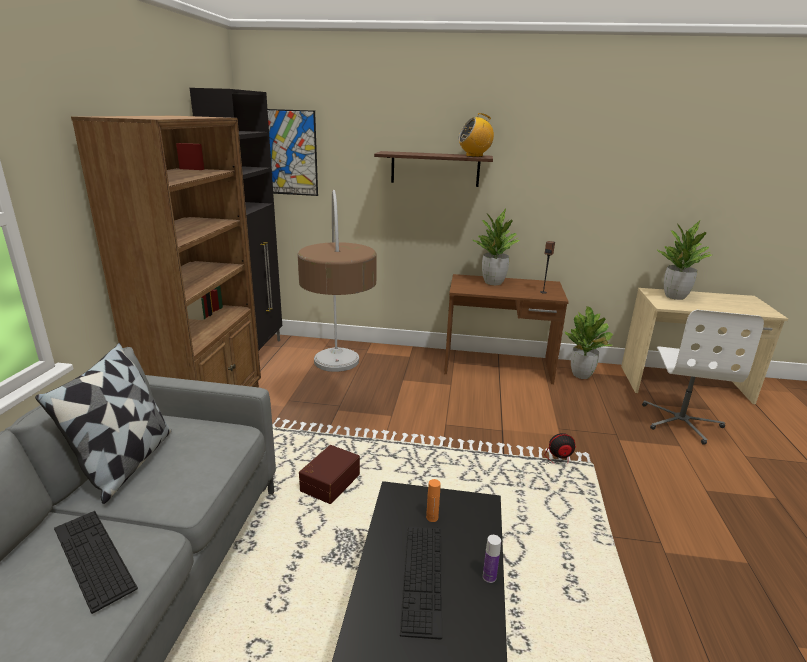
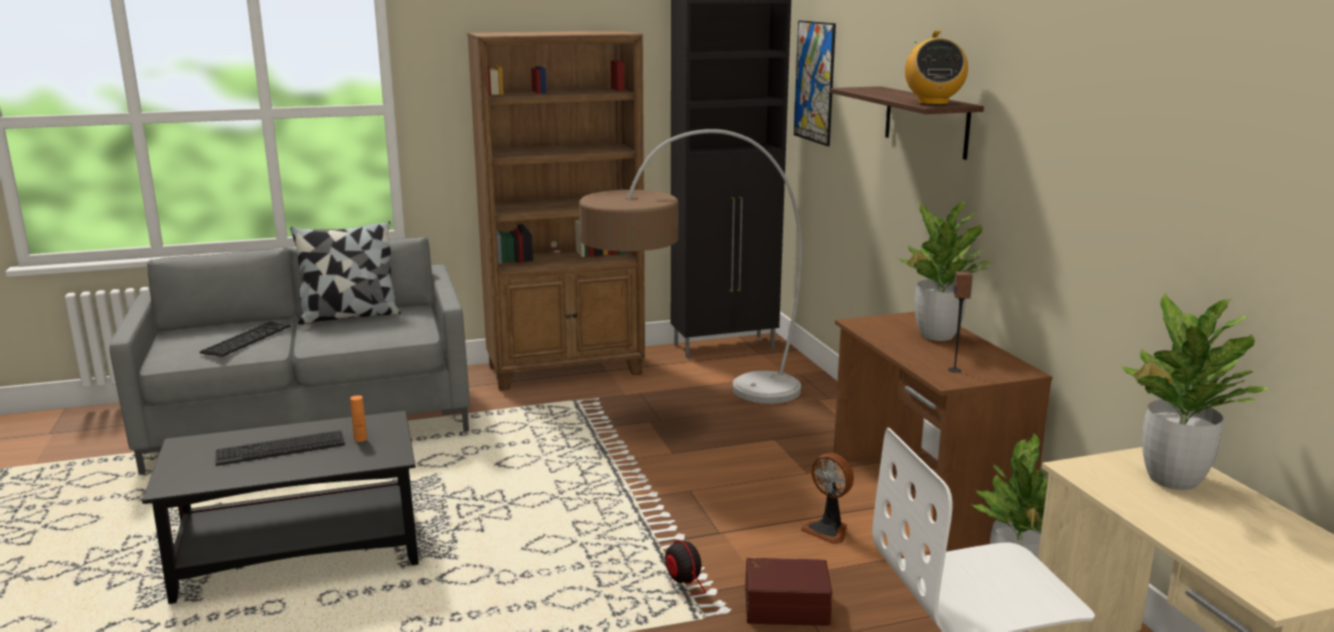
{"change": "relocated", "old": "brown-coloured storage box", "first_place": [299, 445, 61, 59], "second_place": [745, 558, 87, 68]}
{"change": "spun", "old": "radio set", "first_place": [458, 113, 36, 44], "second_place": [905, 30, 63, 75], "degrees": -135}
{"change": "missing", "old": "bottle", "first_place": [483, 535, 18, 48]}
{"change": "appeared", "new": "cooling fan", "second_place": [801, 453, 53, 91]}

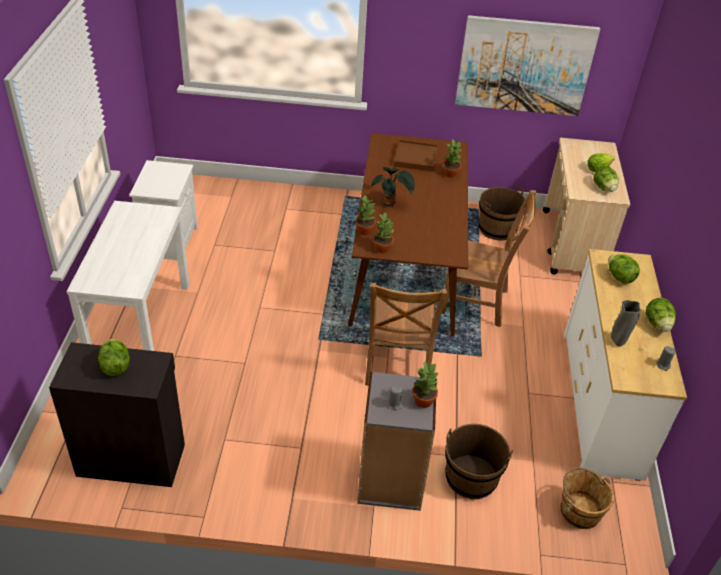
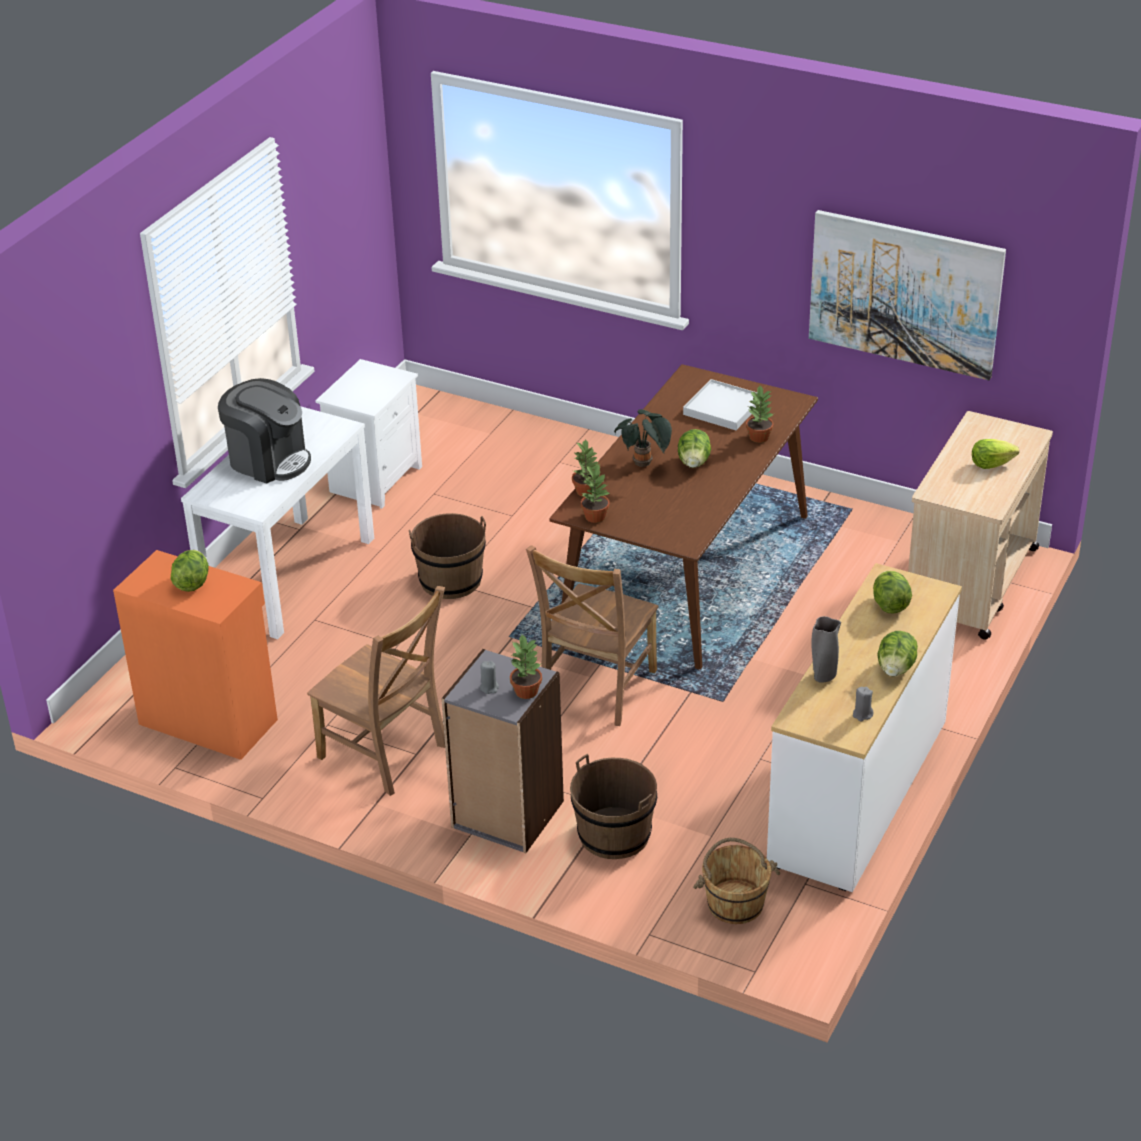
{"change": "colour", "old": "black-coloured cupboard", "new": "orange-coloured cupboard", "first_place": [49, 342, 136, 145], "second_place": [113, 550, 165, 210]}
{"change": "colour", "old": "brown-coloured tray", "new": "whitish tray", "first_place": [394, 140, 44, 32], "second_place": [683, 379, 74, 51]}
{"change": "relocated", "old": "brown-coloured plain chair", "first_place": [441, 190, 95, 137], "second_place": [307, 586, 138, 210]}
{"change": "relocated", "old": "brown-coloured water bucket", "first_place": [479, 186, 46, 55], "second_place": [409, 513, 77, 86]}
{"change": "relocated", "old": "lettuce head", "first_place": [594, 166, 25, 26], "second_place": [678, 429, 33, 39]}
{"change": "appeared", "new": "coffee machine", "second_place": [218, 378, 93, 106]}

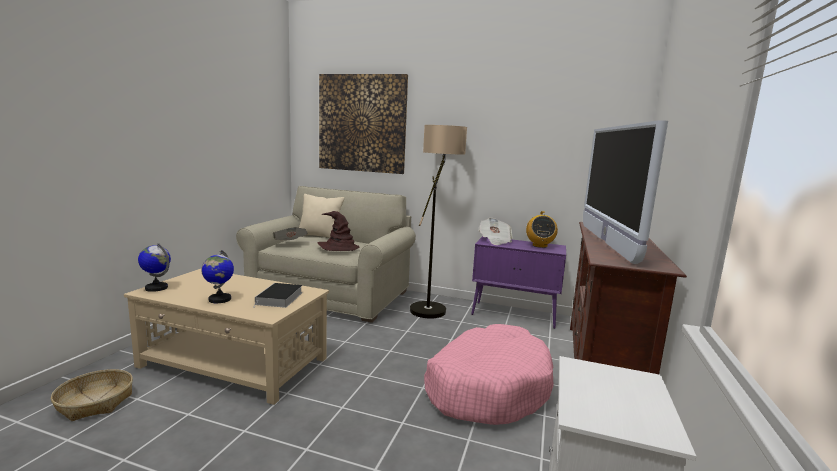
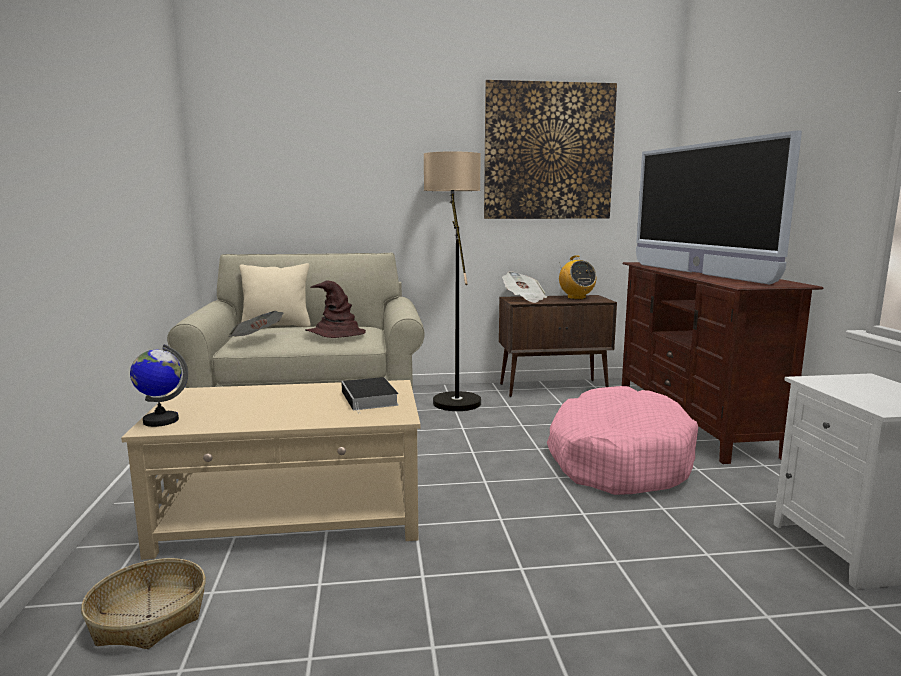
{"change": "missing", "old": "world globe", "first_place": [201, 250, 33, 53]}
{"change": "relocated", "old": "wall art", "first_place": [319, 74, 89, 100], "second_place": [484, 80, 133, 139]}
{"change": "colour", "old": "purple-coloured cupboard", "new": "brown-coloured cupboard", "first_place": [471, 236, 95, 93], "second_place": [499, 295, 118, 102]}

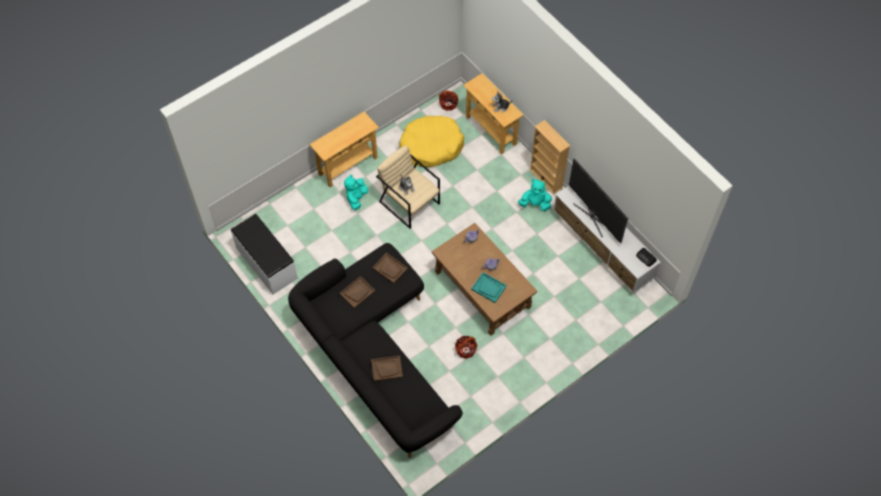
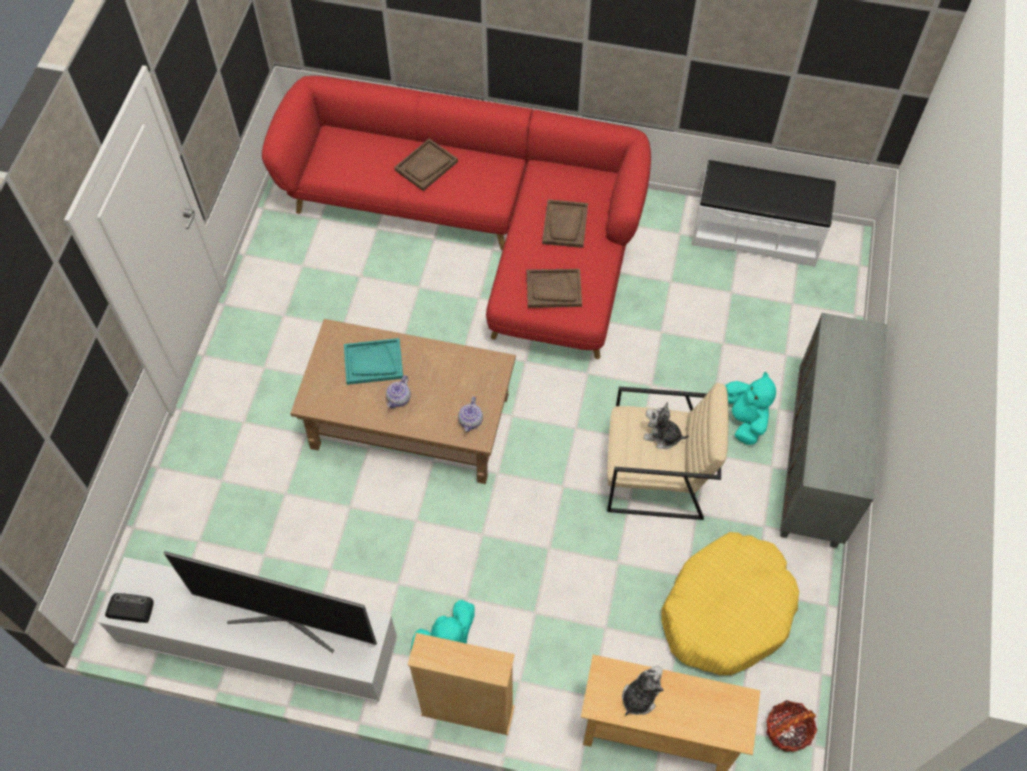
{"change": "colour", "old": "black-coloured settee", "new": "reddish settee", "first_place": [288, 243, 175, 215], "second_place": [262, 76, 389, 283]}
{"change": "exchanged", "old": "beige hall table", "new": "greyish cupboard", "first_place": [309, 112, 70, 75], "second_place": [780, 313, 107, 235]}
{"change": "missing", "old": "basket", "first_place": [455, 336, 23, 23]}

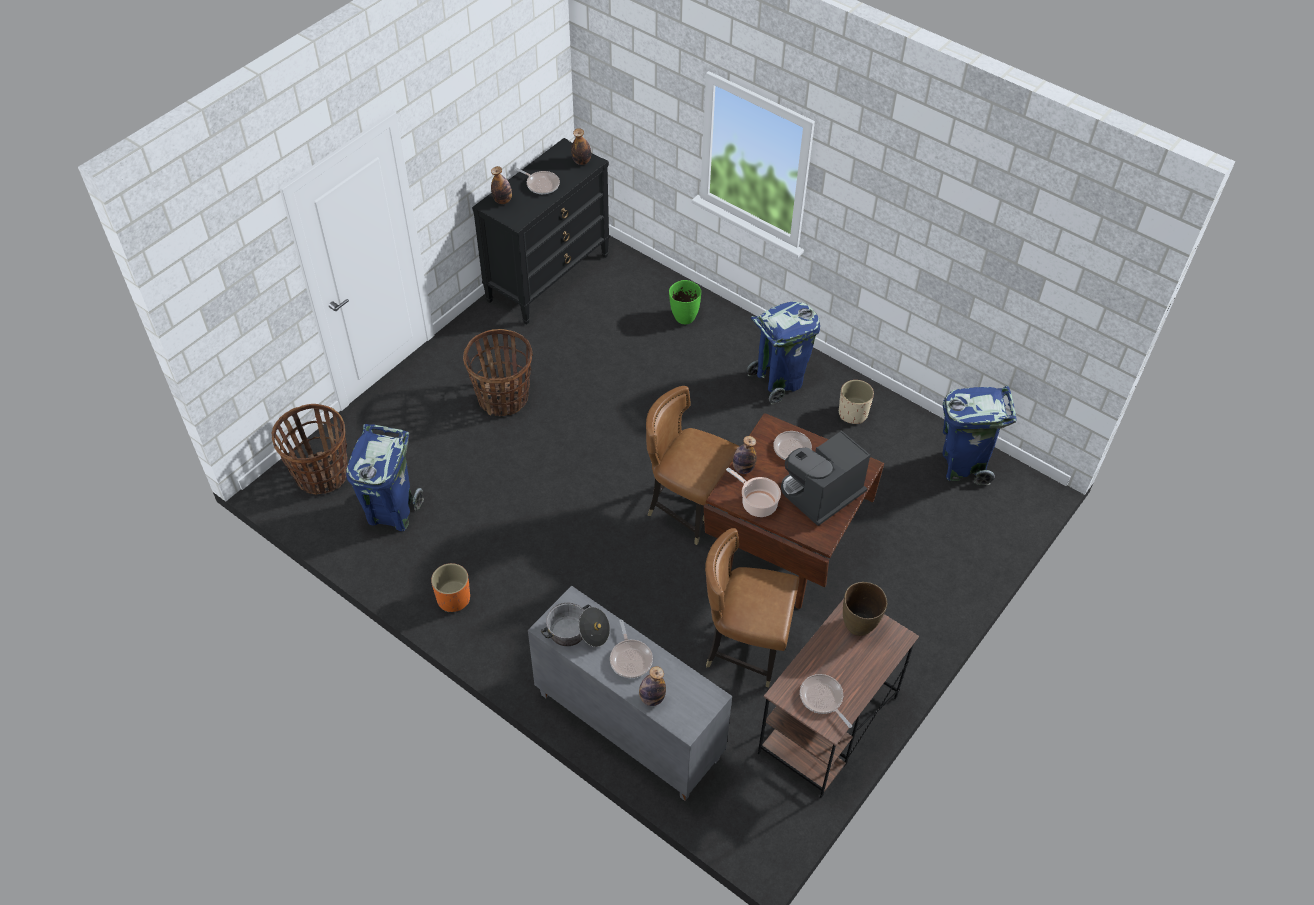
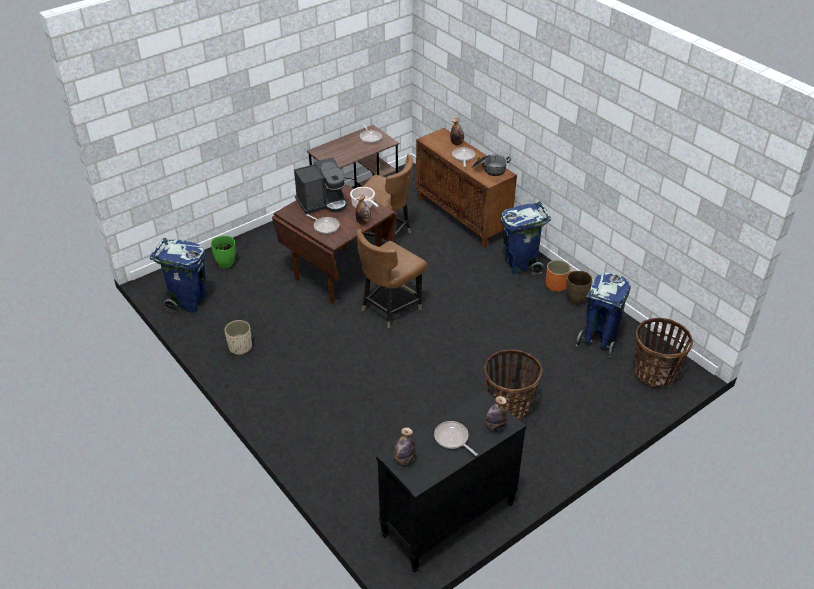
{"change": "colour", "old": "greyish cupboard", "new": "brown-coloured cupboard", "first_place": [528, 586, 204, 215], "second_place": [416, 128, 101, 120]}
{"change": "spun", "old": "brown-coloured plain chair", "first_place": [646, 386, 94, 159], "second_place": [356, 229, 71, 99], "degrees": 90}
{"change": "relocated", "old": "green vase", "first_place": [669, 280, 32, 44], "second_place": [211, 236, 25, 32]}
{"change": "relocated", "old": "blue trash can", "first_place": [746, 301, 74, 104], "second_place": [500, 201, 51, 74]}
{"change": "relocated", "old": "brown-coloured vase", "first_place": [843, 582, 44, 54], "second_place": [567, 271, 25, 34]}

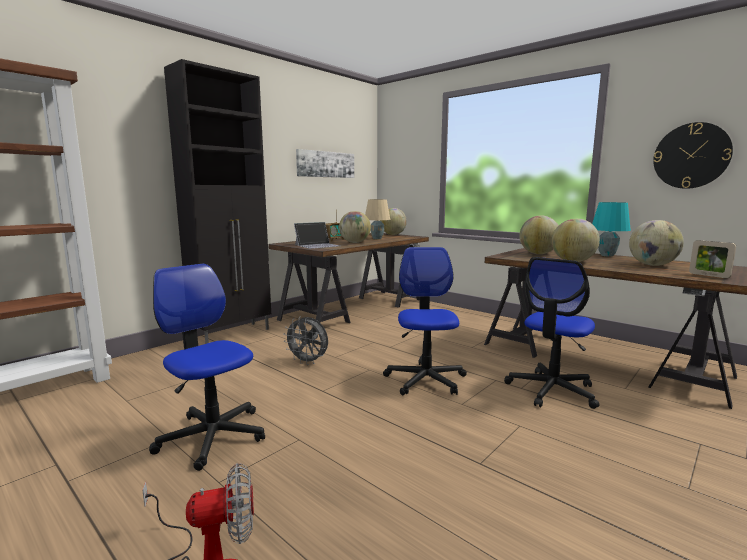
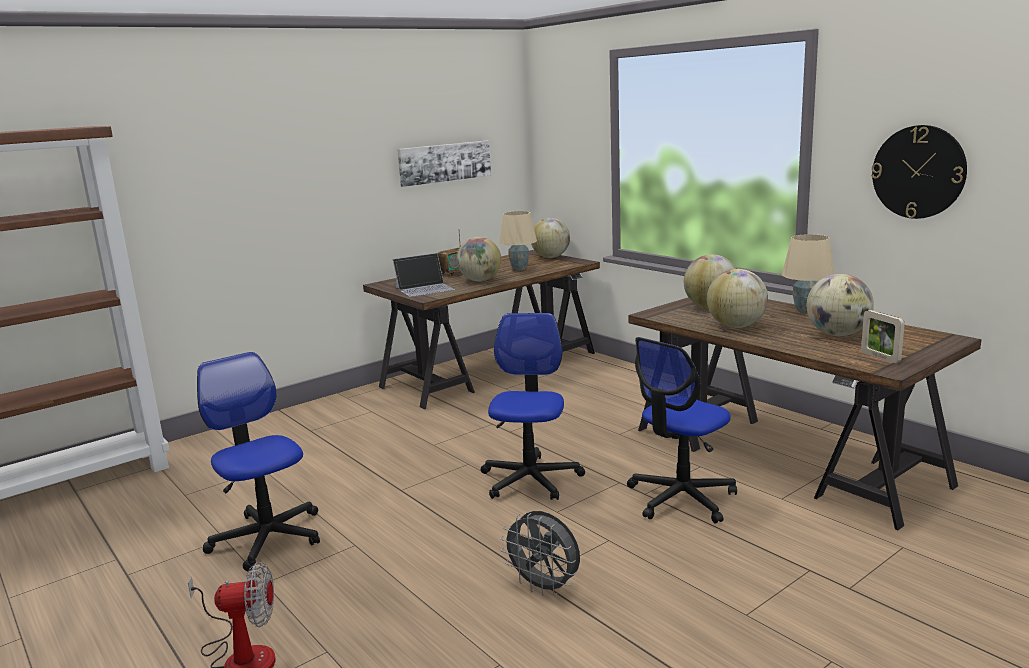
{"change": "missing", "old": "black-coloured cupboard", "first_place": [164, 59, 107, 285]}
{"change": "relocated", "old": "greyish cooling fan", "first_place": [283, 316, 45, 49], "second_place": [500, 511, 80, 85]}
{"change": "colour", "old": "turquoise table lamp", "new": "beige table lamp", "first_place": [592, 202, 39, 55], "second_place": [782, 234, 53, 79]}

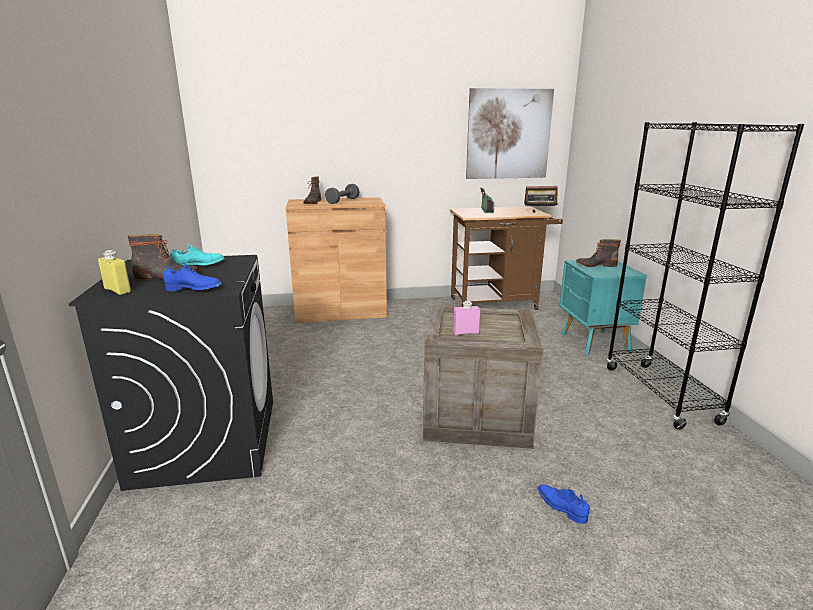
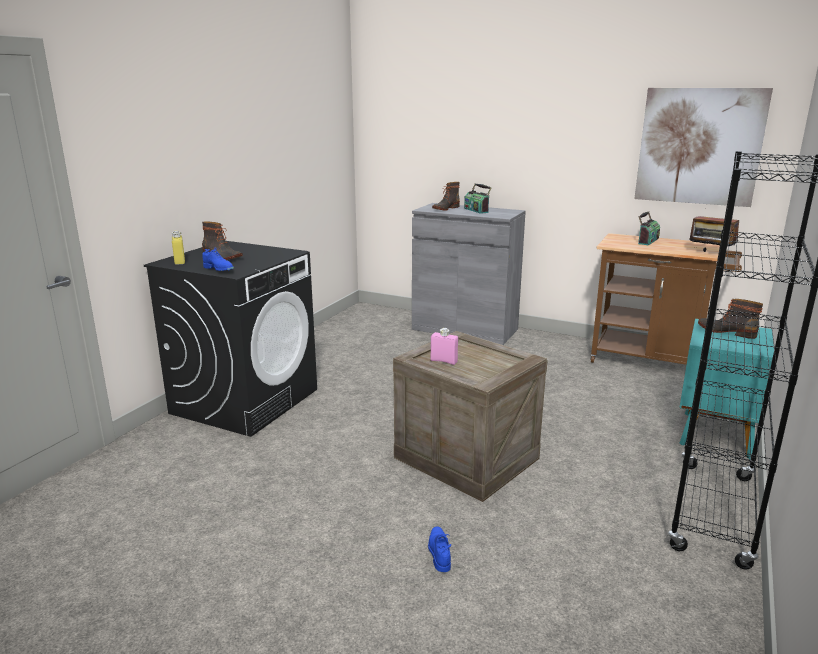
{"change": "missing", "old": "turquoise shoe", "first_place": [170, 244, 55, 21]}
{"change": "colour", "old": "brown-coloured cupboard", "new": "greyish cupboard", "first_place": [286, 197, 101, 126], "second_place": [412, 203, 114, 142]}
{"change": "exchanged", "old": "greyish hand weight", "new": "radio set", "first_place": [325, 184, 34, 20], "second_place": [464, 184, 28, 30]}

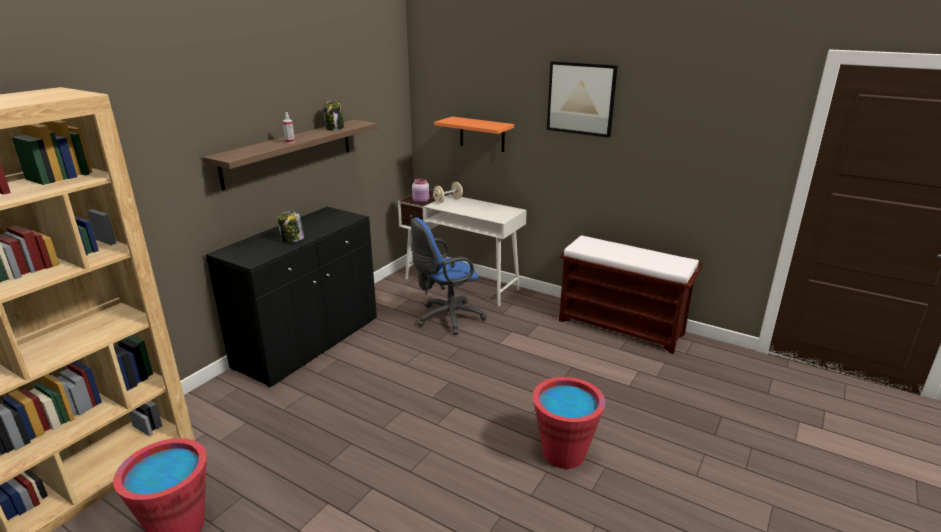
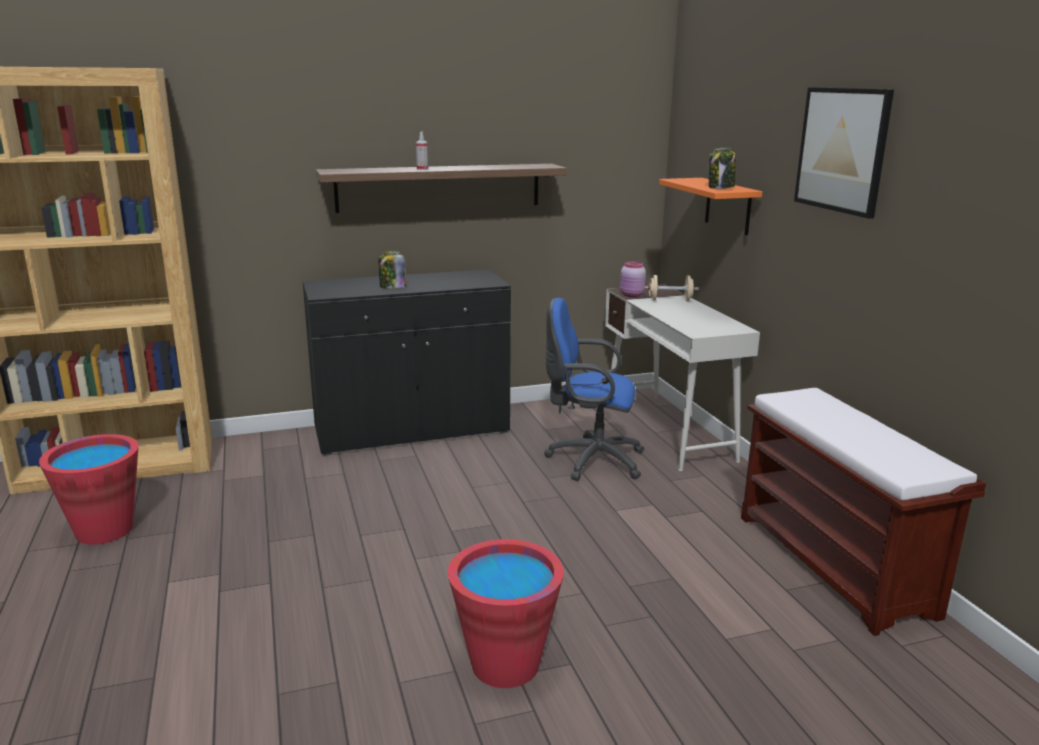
{"change": "relocated", "old": "storage jar", "first_place": [323, 100, 21, 31], "second_place": [709, 148, 27, 41]}

